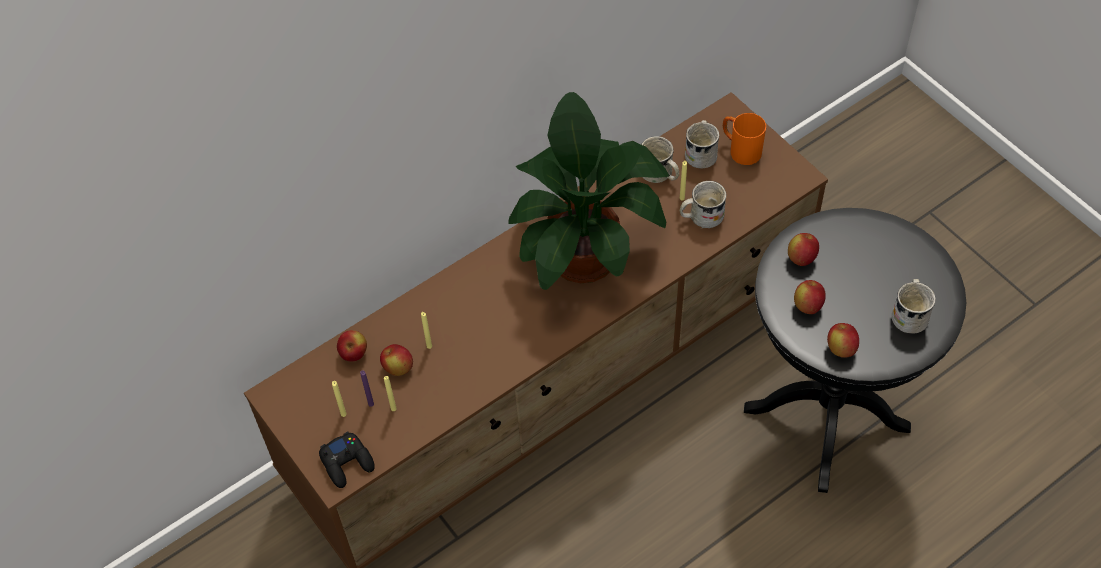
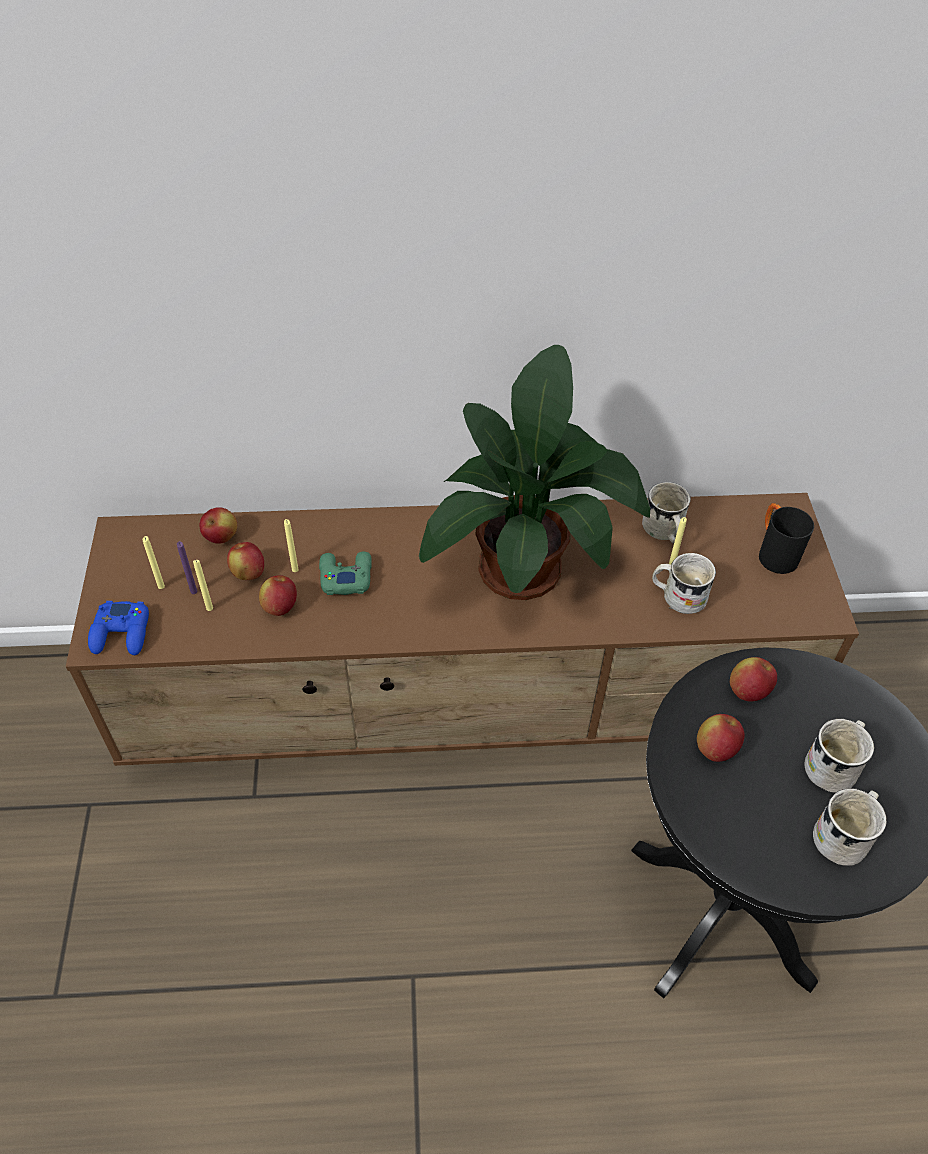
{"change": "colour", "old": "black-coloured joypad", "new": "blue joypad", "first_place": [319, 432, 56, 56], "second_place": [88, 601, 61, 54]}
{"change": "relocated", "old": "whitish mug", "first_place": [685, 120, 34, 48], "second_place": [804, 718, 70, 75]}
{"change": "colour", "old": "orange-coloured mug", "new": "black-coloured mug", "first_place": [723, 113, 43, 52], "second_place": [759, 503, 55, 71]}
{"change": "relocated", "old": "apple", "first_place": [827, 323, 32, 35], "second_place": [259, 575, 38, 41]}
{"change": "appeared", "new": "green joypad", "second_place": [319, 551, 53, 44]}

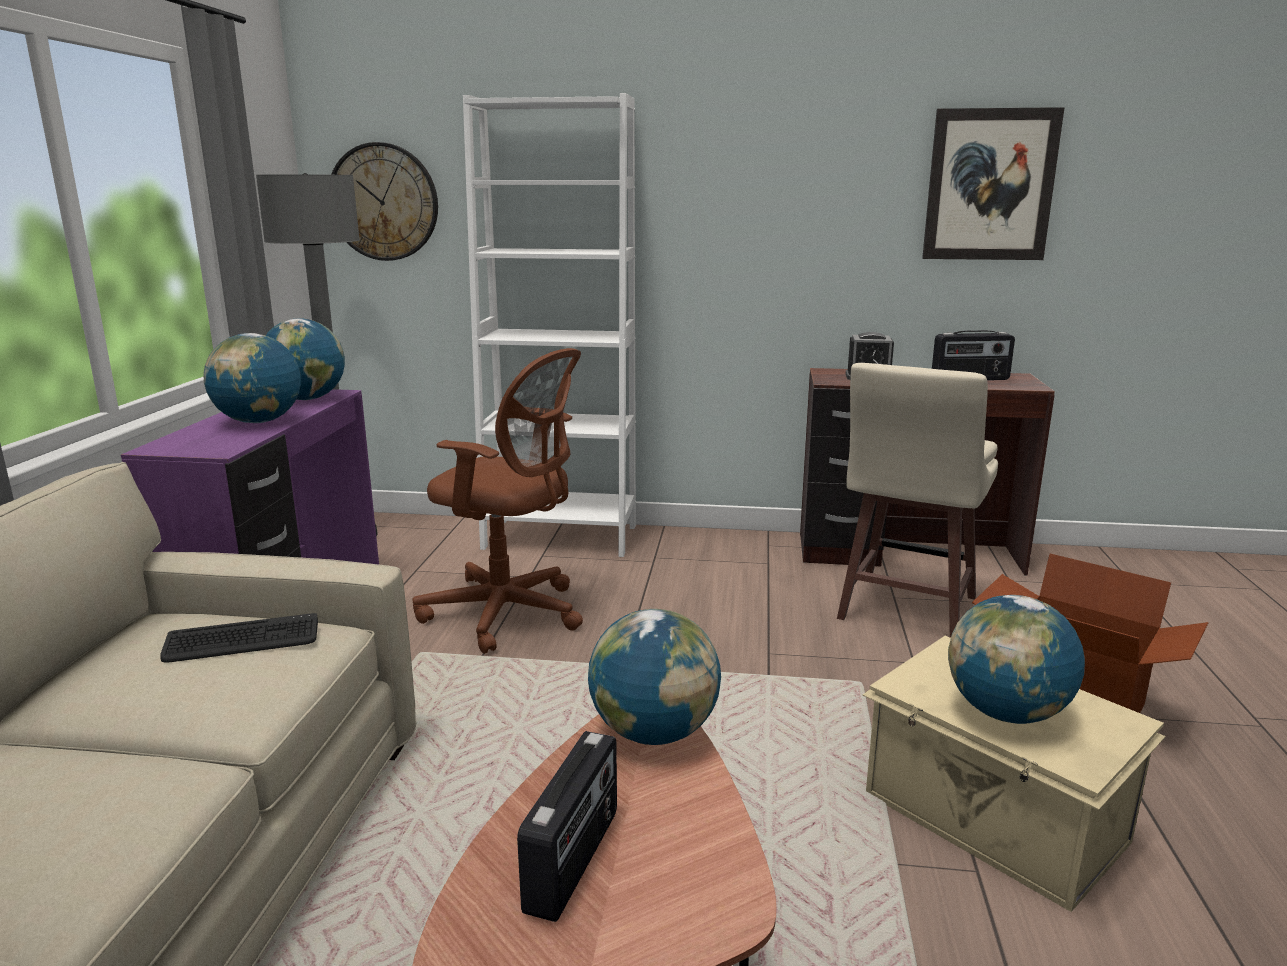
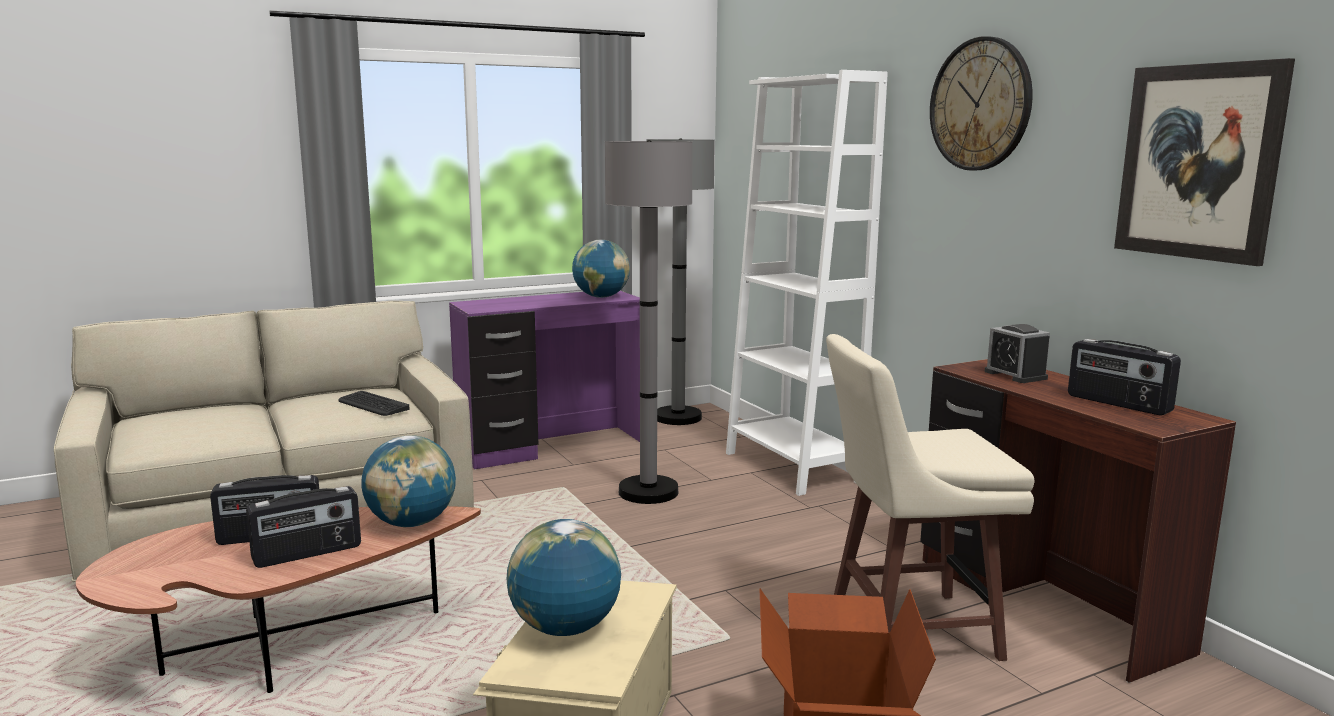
{"change": "missing", "old": "world globe", "first_place": [203, 333, 98, 90]}
{"change": "relocated", "old": "hanging clock", "first_place": [331, 142, 107, 119], "second_place": [930, 36, 102, 135]}
{"change": "exchanged", "old": "brown-coloured desk chair", "new": "greyish standing lamp", "first_place": [412, 348, 171, 306], "second_place": [605, 140, 88, 364]}
{"change": "appeared", "new": "radio set", "second_place": [246, 486, 115, 82]}

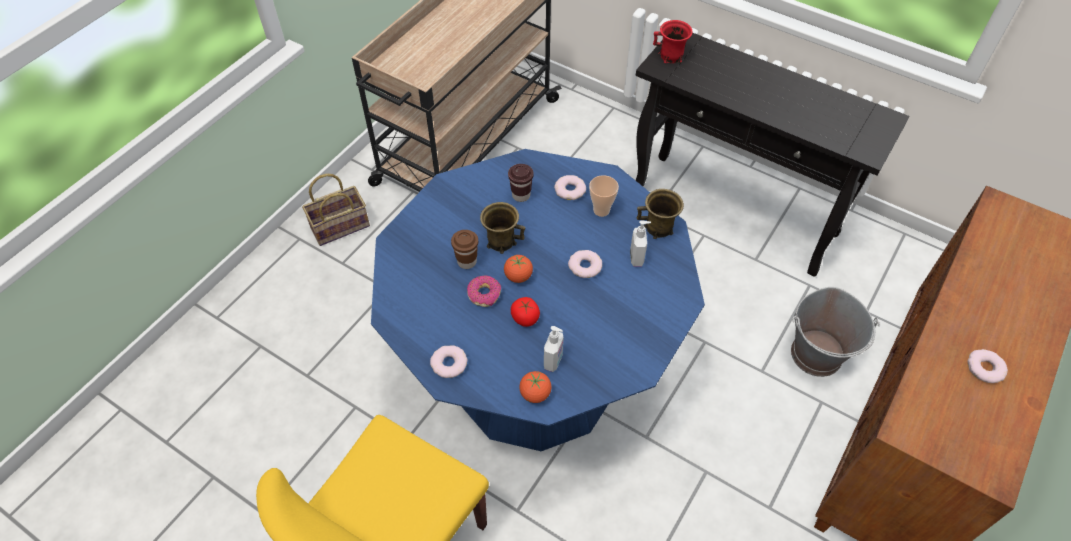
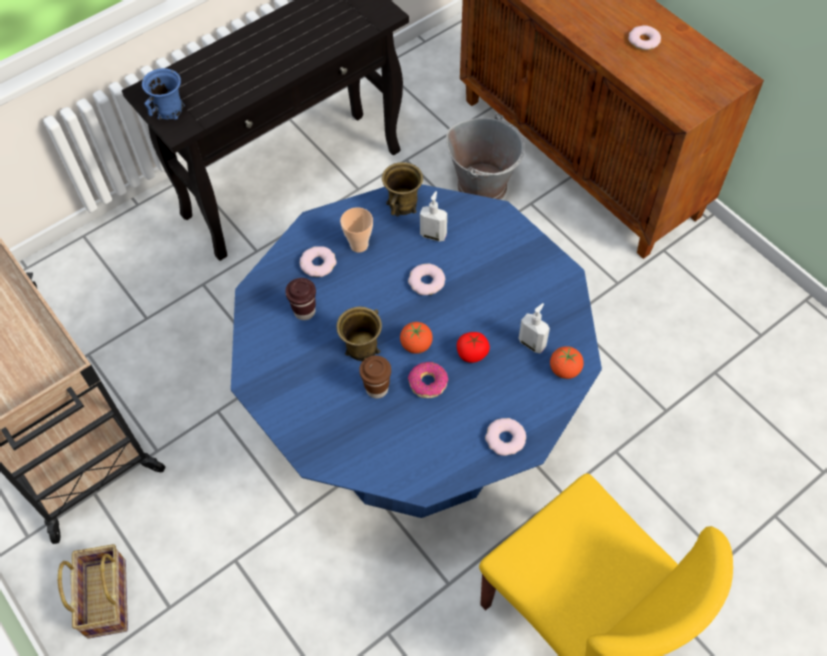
{"change": "colour", "old": "reddish mug", "new": "blue mug", "first_place": [653, 20, 40, 43], "second_place": [142, 68, 43, 52]}

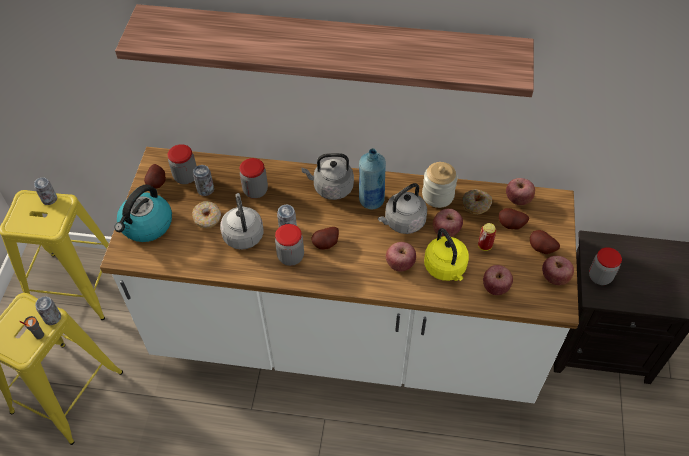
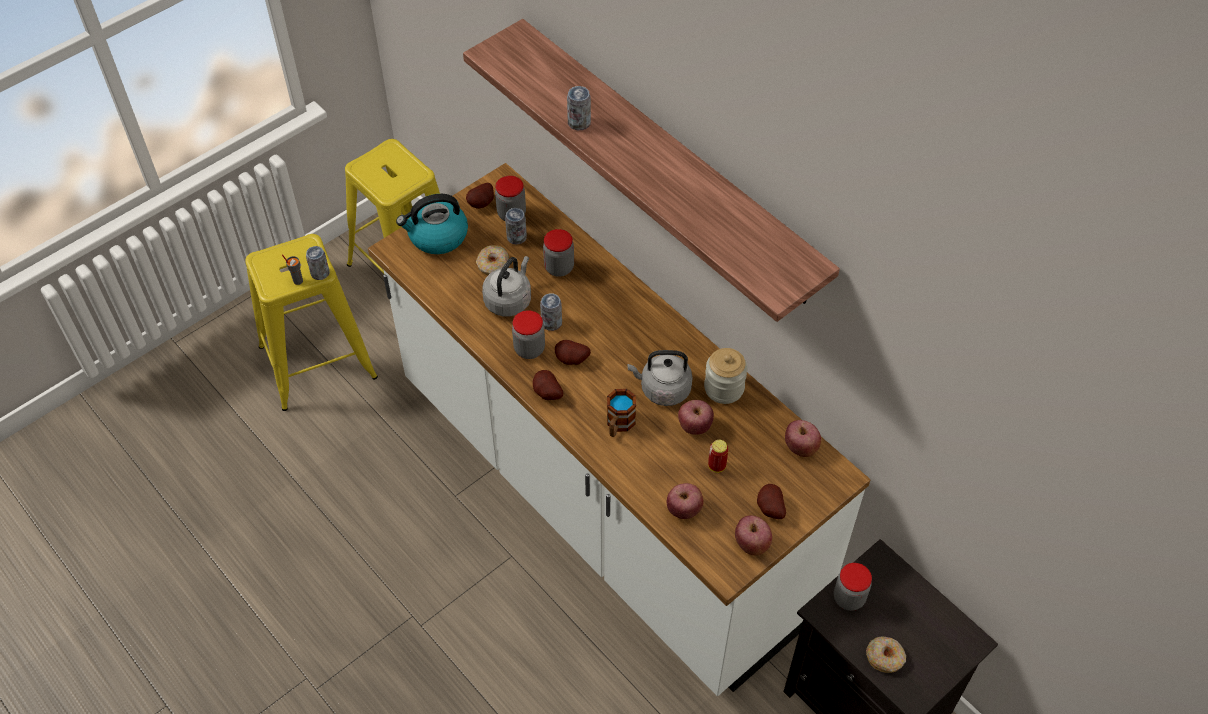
{"change": "relocated", "old": "metal can", "first_place": [34, 177, 23, 28], "second_place": [567, 86, 24, 44]}
{"change": "missing", "old": "greyish kettle", "first_place": [301, 153, 53, 47]}
{"change": "missing", "old": "blue bottle", "first_place": [359, 148, 27, 61]}
{"change": "exchanged", "old": "apple", "new": "mug", "first_place": [385, 242, 31, 30], "second_place": [607, 389, 29, 48]}
{"change": "missing", "old": "yellowish kettle", "first_place": [424, 228, 45, 53]}
{"change": "relocated", "old": "doughnut", "first_place": [462, 189, 30, 25], "second_place": [866, 636, 40, 37]}
{"change": "relocated", "old": "potato", "first_place": [499, 208, 30, 21], "second_place": [533, 370, 30, 30]}

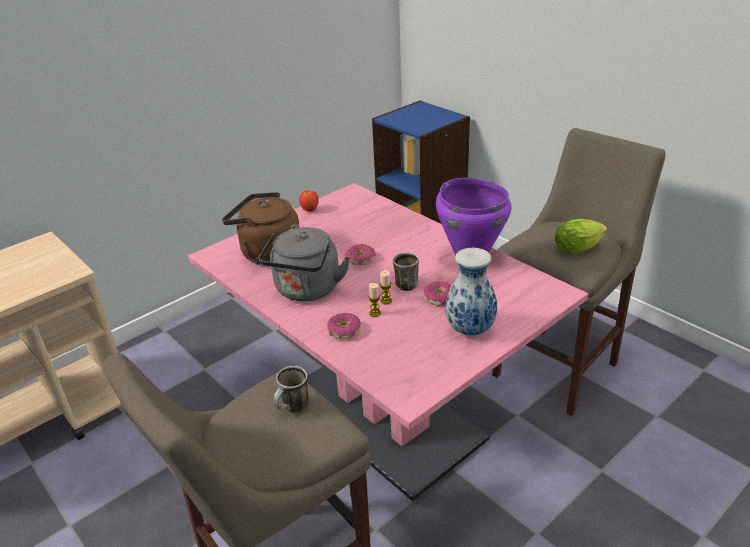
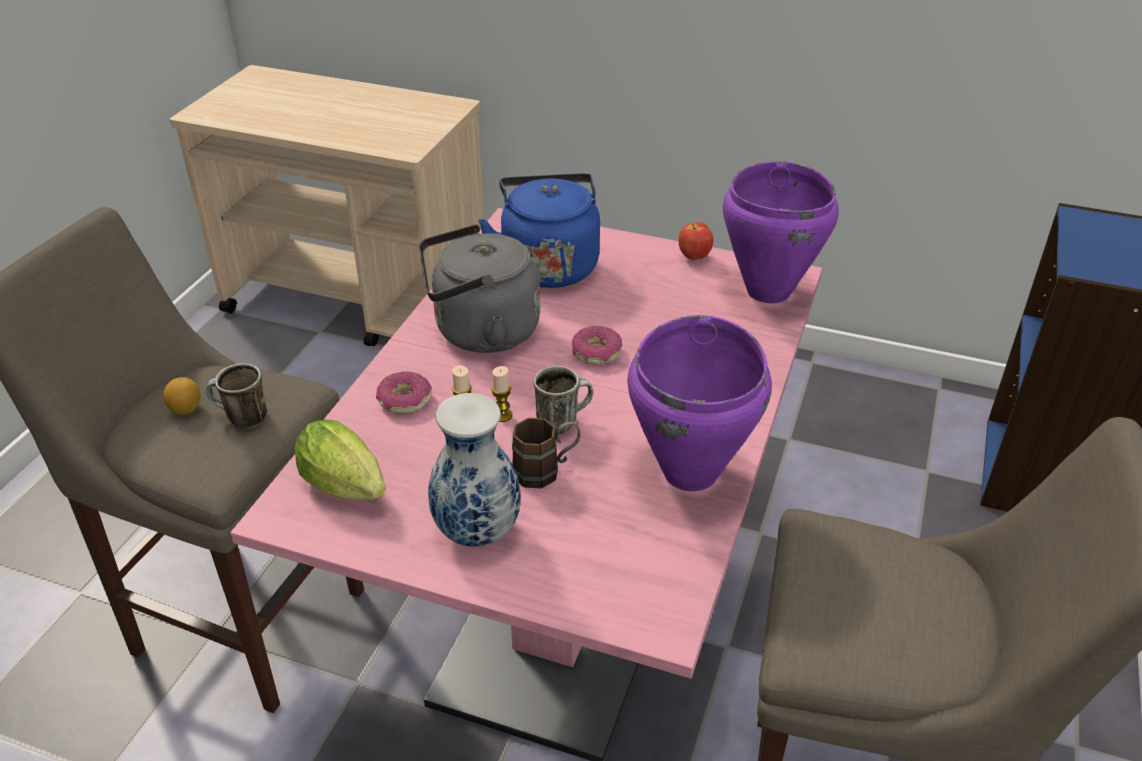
{"change": "colour", "old": "brown-coloured kettle", "new": "blue kettle", "first_place": [222, 192, 78, 73], "second_place": [478, 173, 122, 115]}
{"change": "exchanged", "old": "doughnut", "new": "brown-coloured mug", "first_place": [423, 281, 29, 25], "second_place": [512, 418, 69, 71]}
{"change": "relocated", "old": "lettuce head", "first_place": [555, 219, 52, 35], "second_place": [294, 419, 92, 81]}
{"change": "appeared", "new": "lemon", "second_place": [163, 377, 37, 38]}
{"change": "appeared", "new": "purple-coloured cooking pot", "second_place": [723, 161, 116, 142]}

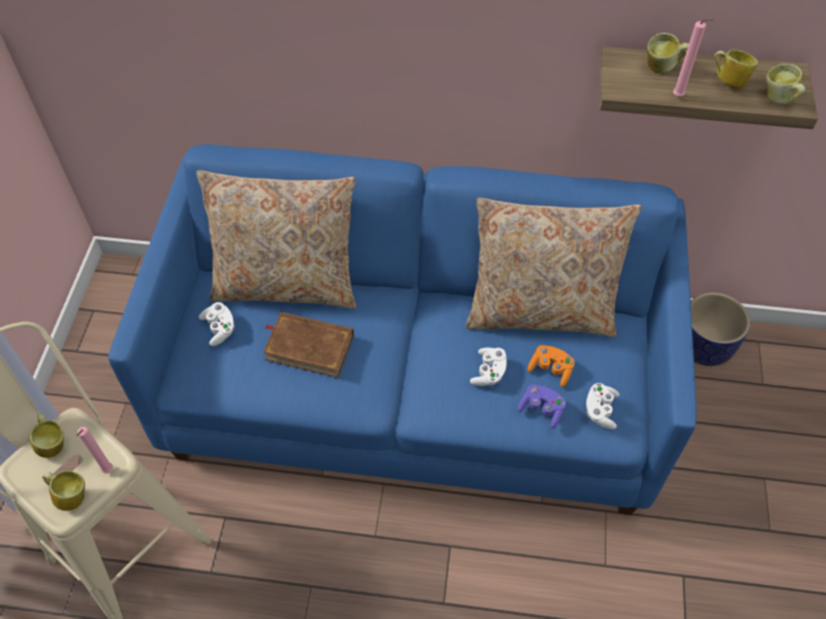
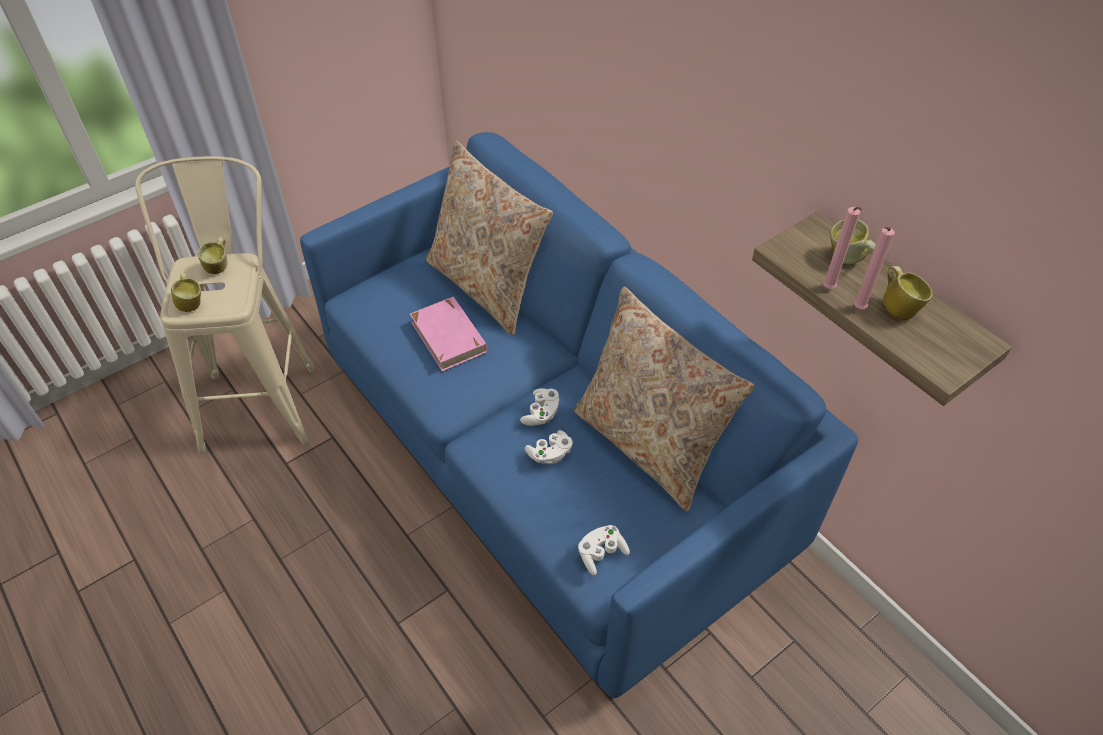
{"change": "relocated", "old": "pinkish wax candle", "first_place": [76, 427, 37, 47], "second_place": [854, 227, 41, 82]}
{"change": "relocated", "old": "whitish joypad", "first_place": [199, 302, 36, 44], "second_place": [520, 388, 40, 38]}
{"change": "colour", "old": "brown-coloured bound book", "new": "pinkish bound book", "first_place": [263, 312, 91, 66], "second_place": [410, 297, 78, 74]}
{"change": "missing", "old": "purple-coloured joypad", "first_place": [518, 385, 48, 44]}
{"change": "missing", "old": "orange-coloured joypad", "first_place": [528, 345, 47, 42]}
{"change": "missing", "old": "plant pot", "first_place": [691, 292, 59, 74]}
{"change": "missing", "old": "mug", "first_place": [767, 64, 38, 40]}

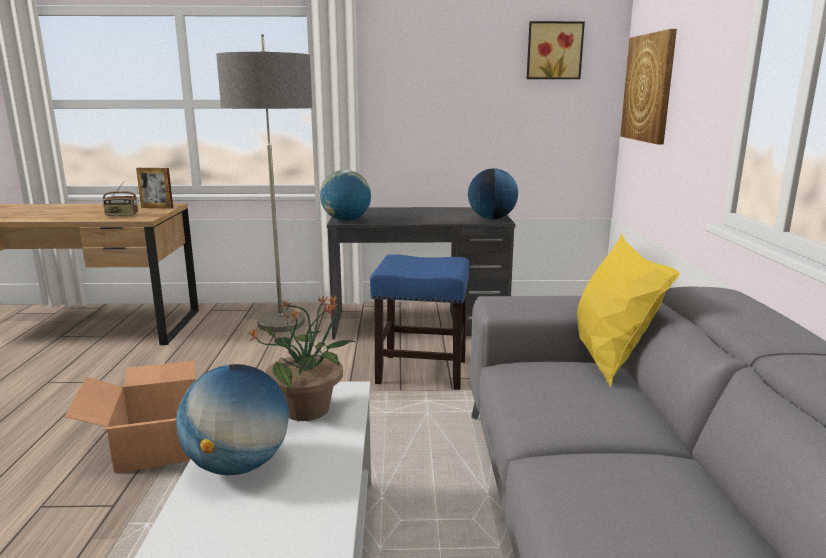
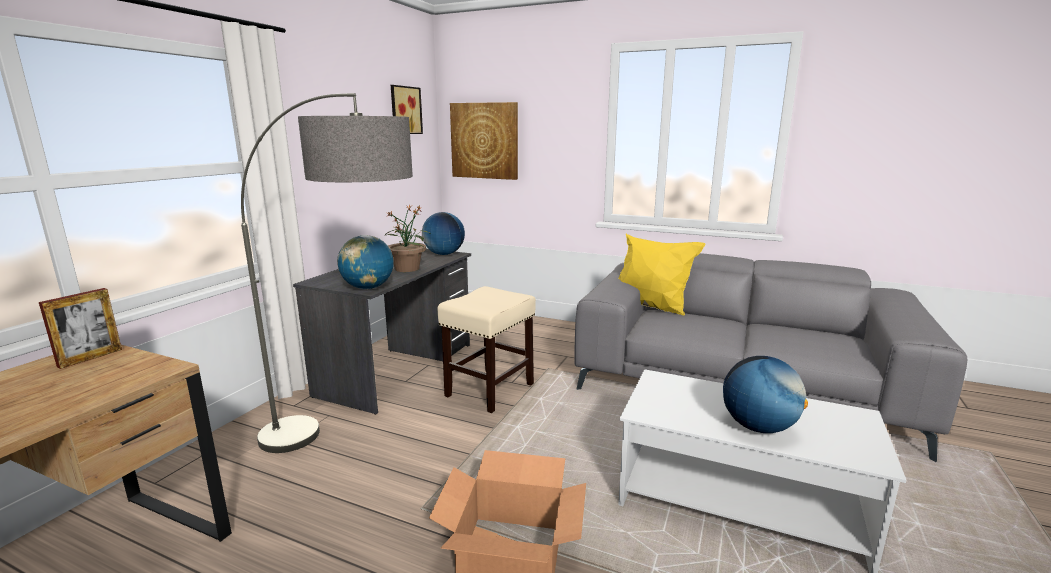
{"change": "missing", "old": "radio set", "first_place": [102, 181, 36, 36]}
{"change": "relocated", "old": "houseplant", "first_place": [247, 295, 110, 126], "second_place": [384, 204, 47, 68]}
{"change": "colour", "old": "blue stool", "new": "beige stool", "first_place": [370, 254, 99, 136], "second_place": [437, 286, 99, 127]}

